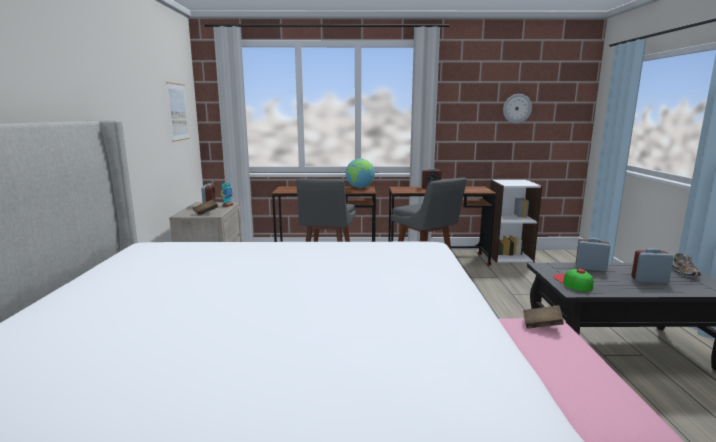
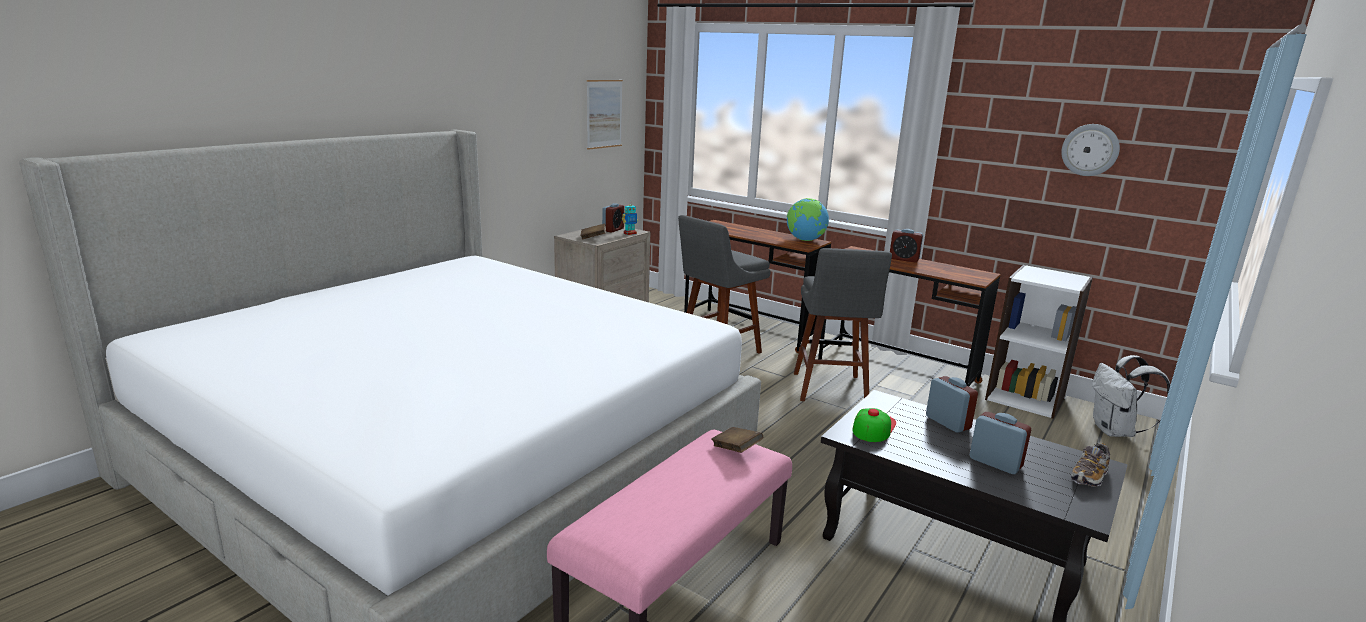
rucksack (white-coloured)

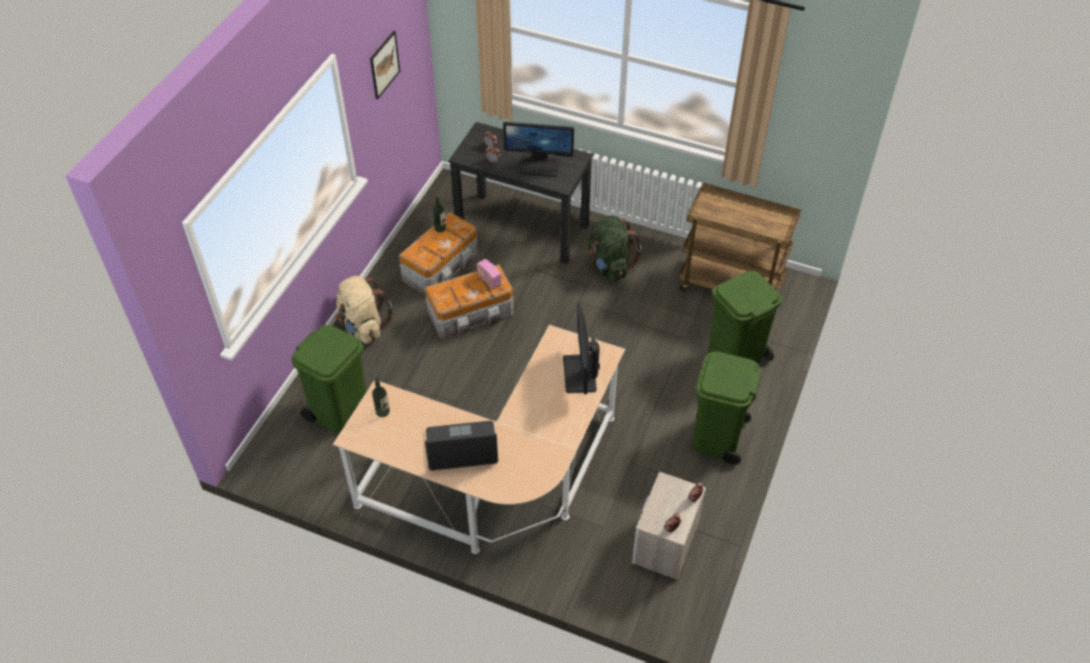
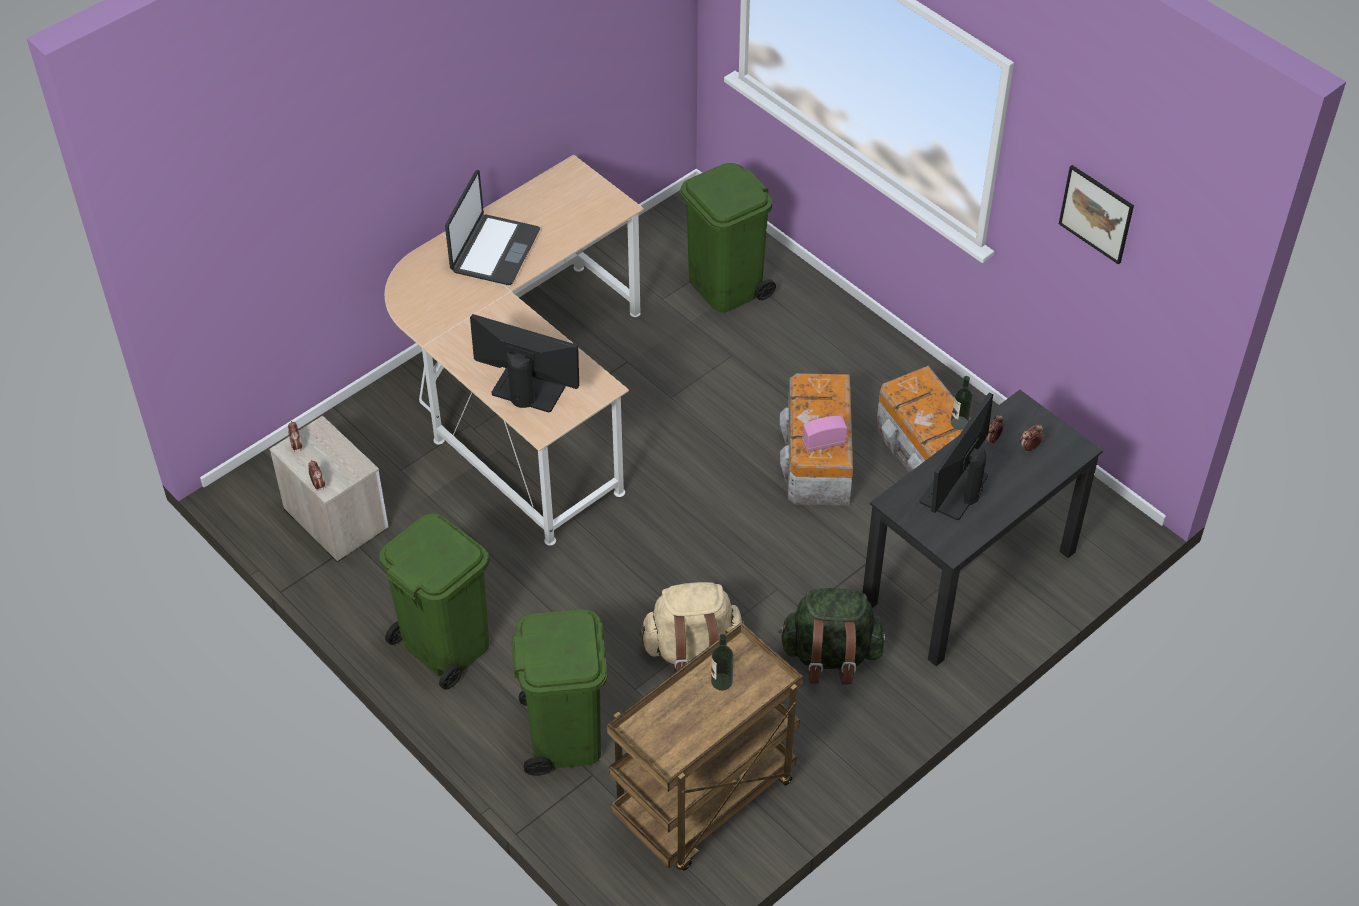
rucksack (sand-coloured); bottle (no. 1 from left)

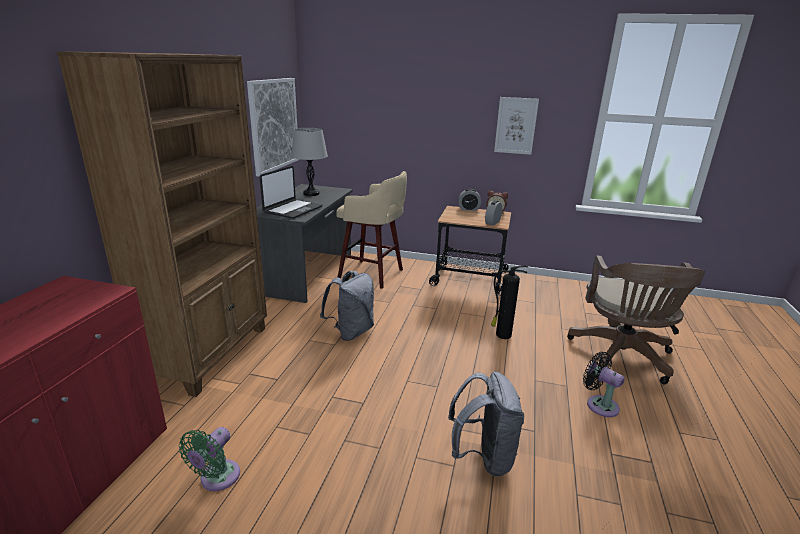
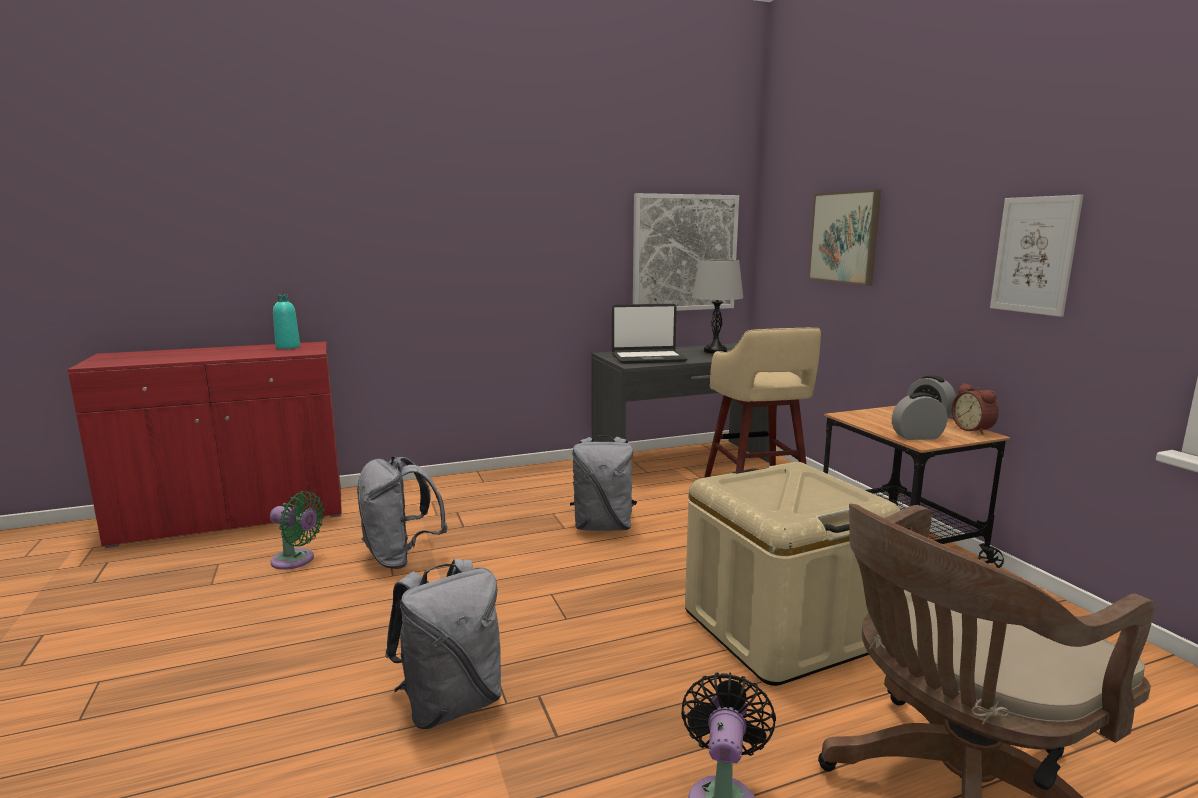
bookcase (brown); electric fan (greenish); storage bin (sand-coloured); bottle (blue-green); rucksack (gray) (no. 1 from left); wall art (no. 2 from left)

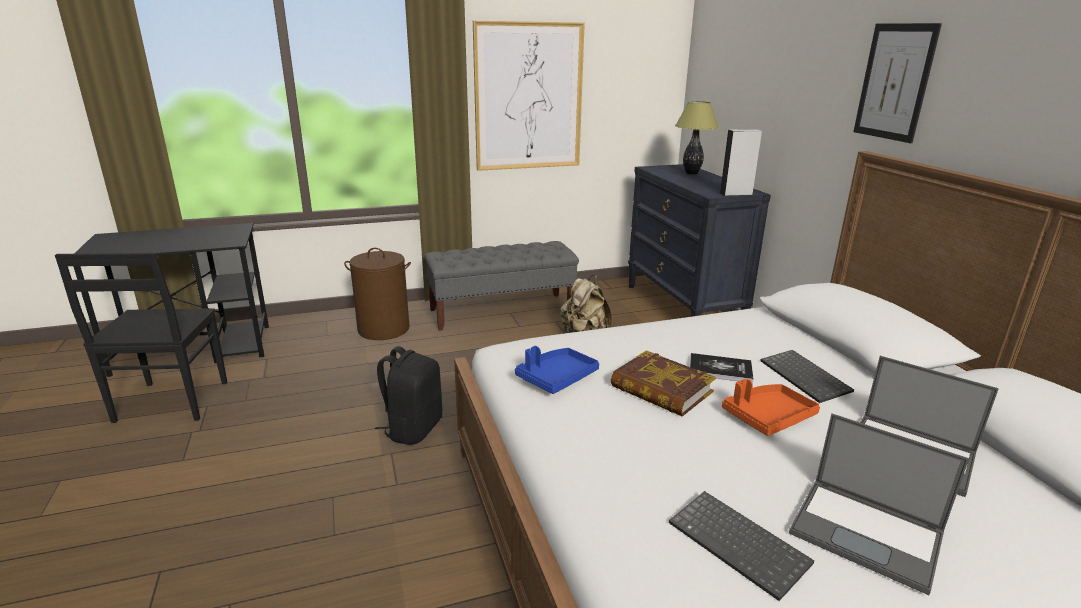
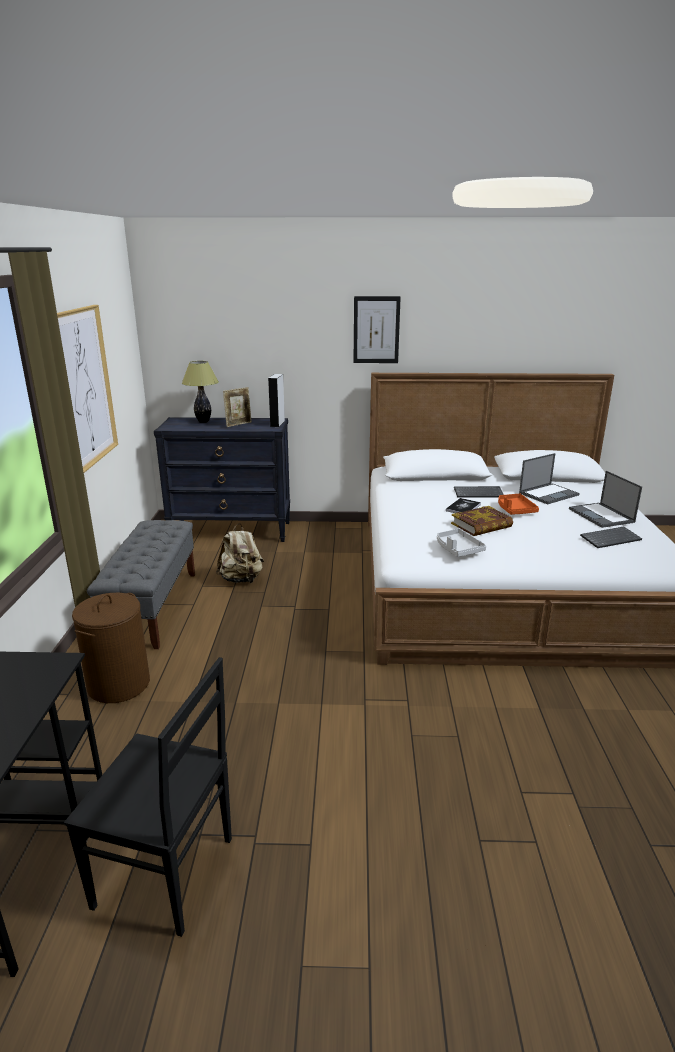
rucksack (blackish); tray (gray); portable computer (no. 2 from left); picture frame

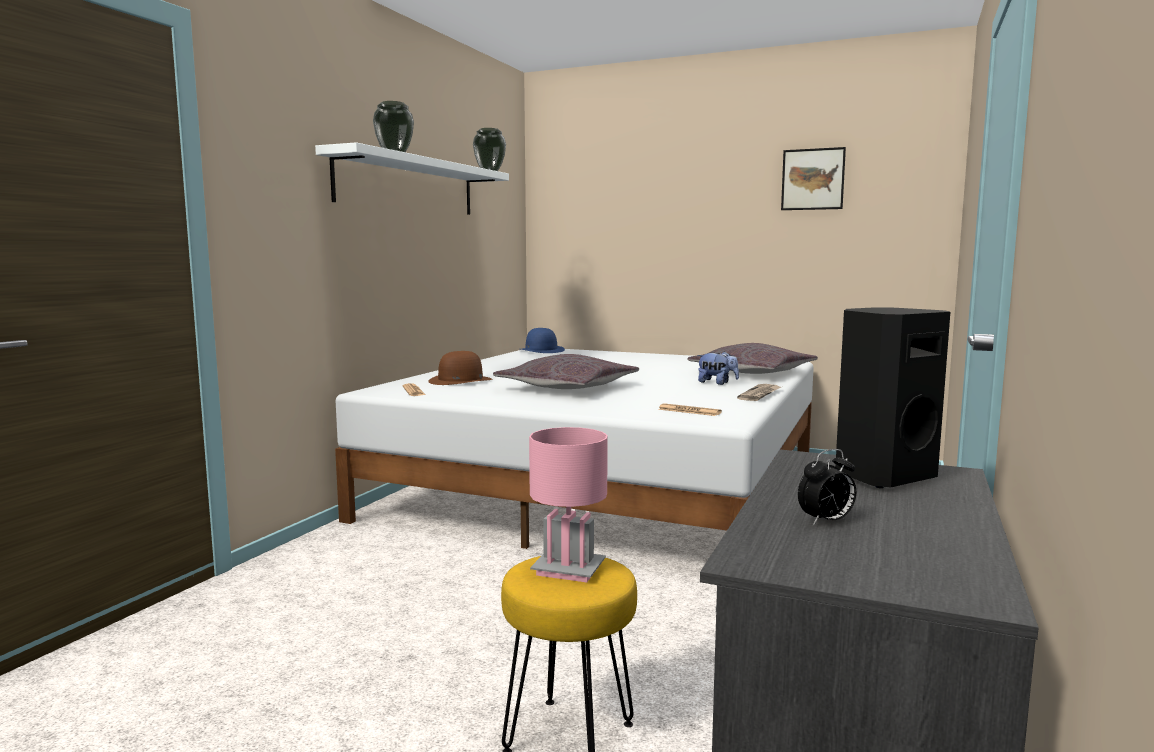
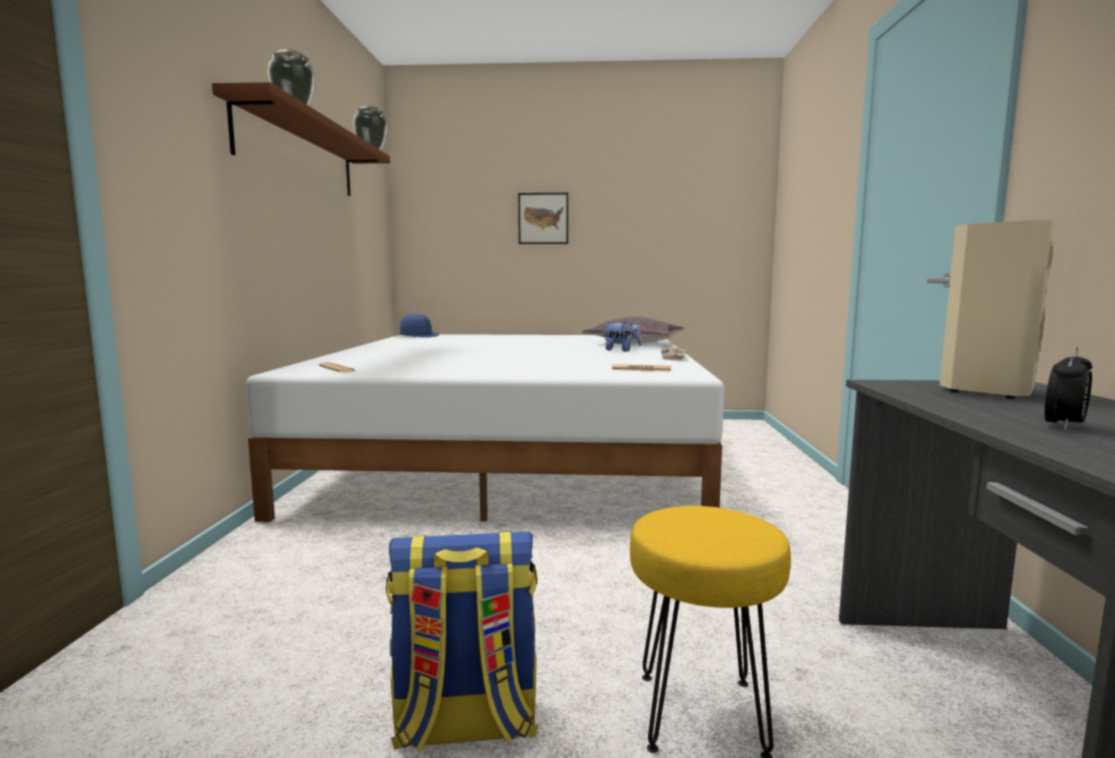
shelf (brown); hat (brown); throw pillow (gray) (no. 1 from left in the first image); lamp for a table (pink); wall art; loudspeaker (sand-coloured); rucksack

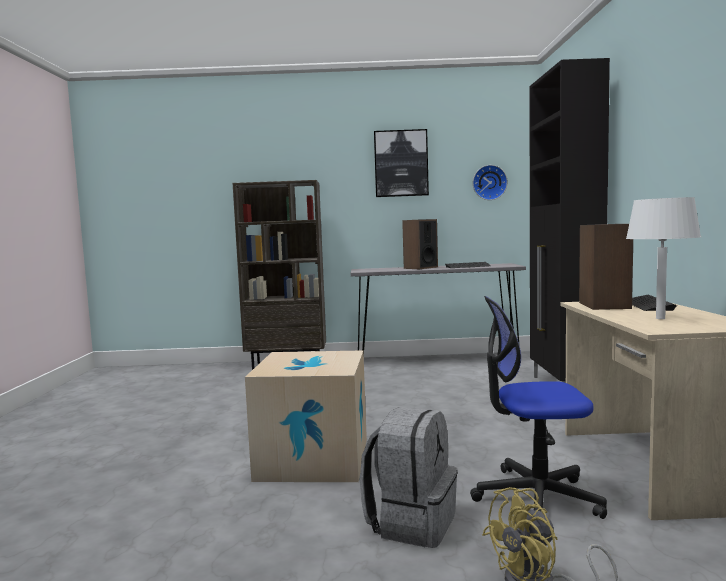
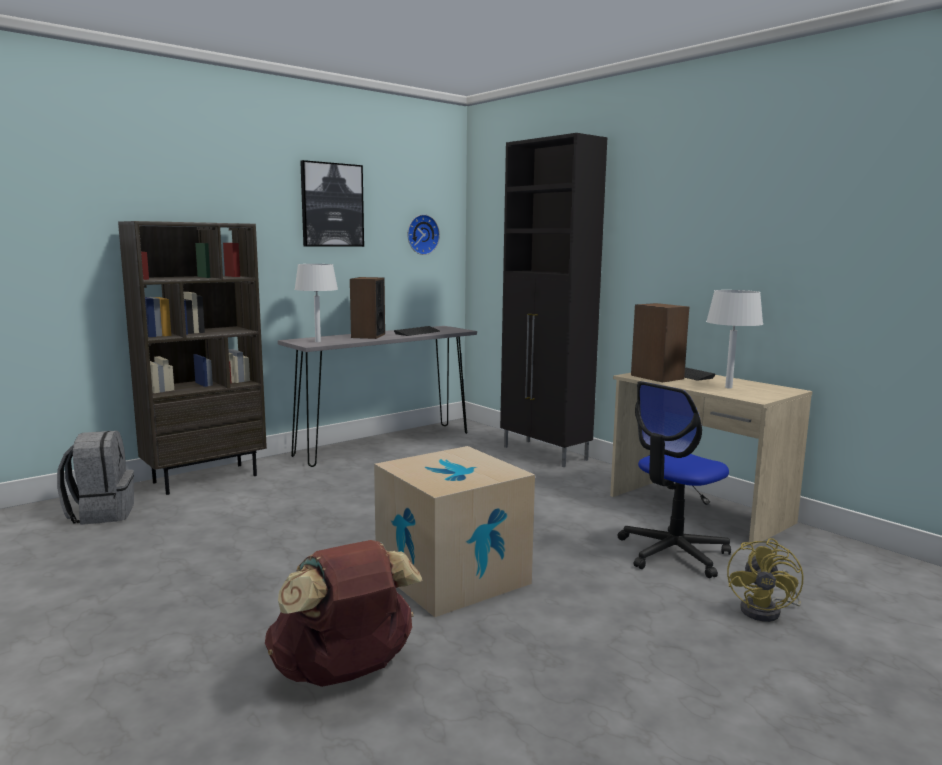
rucksack (gray); rucksack (brown); lamp for a table (white-coloured) (no. 1 from left)

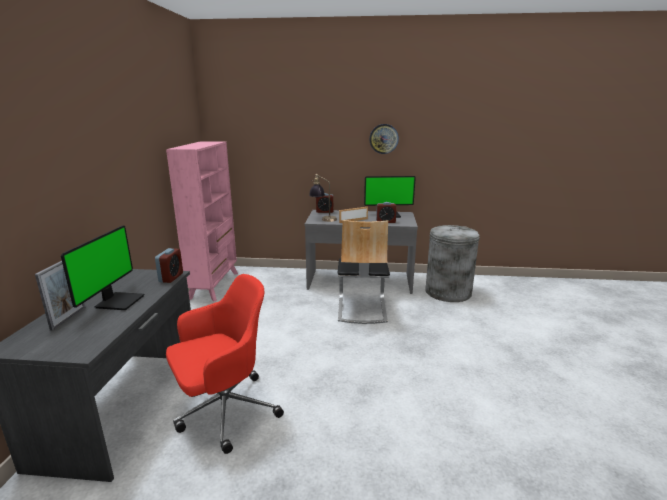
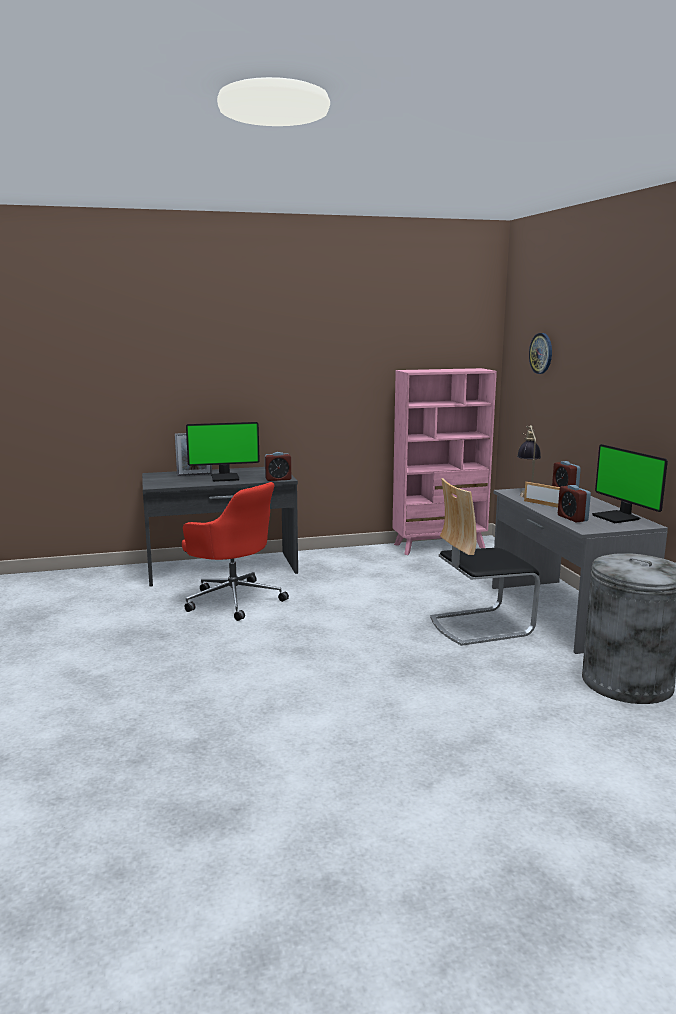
wall clock

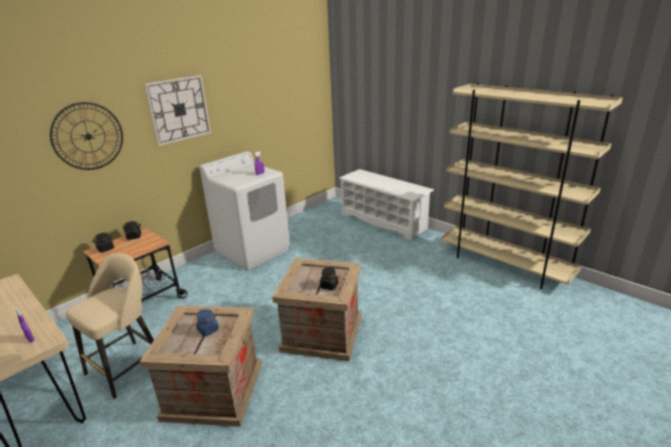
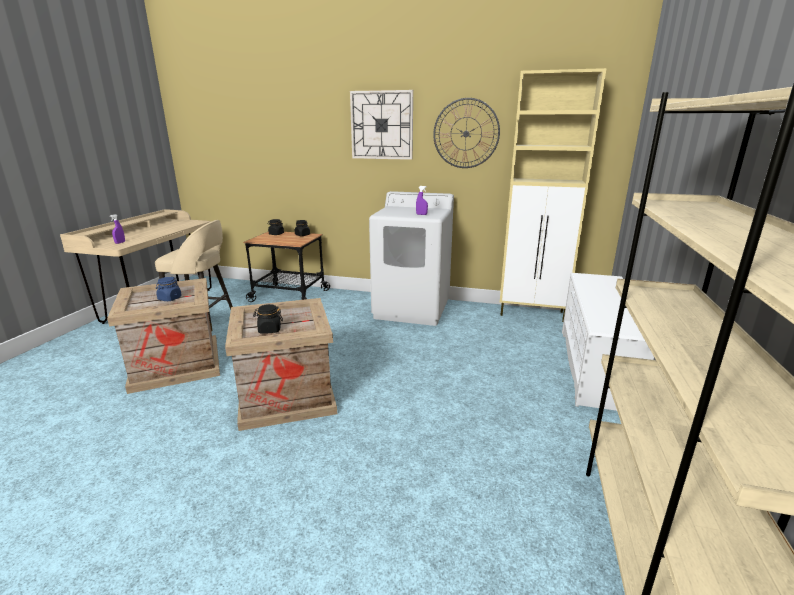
wall clock (no. 2 from left); cupboard (sand-coloured)

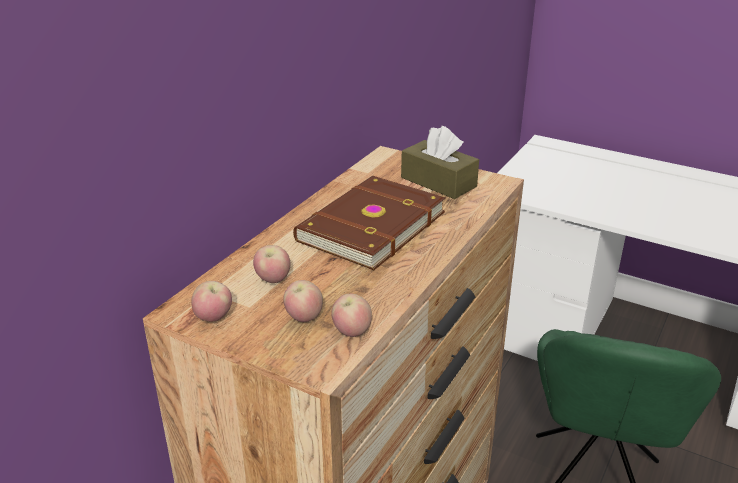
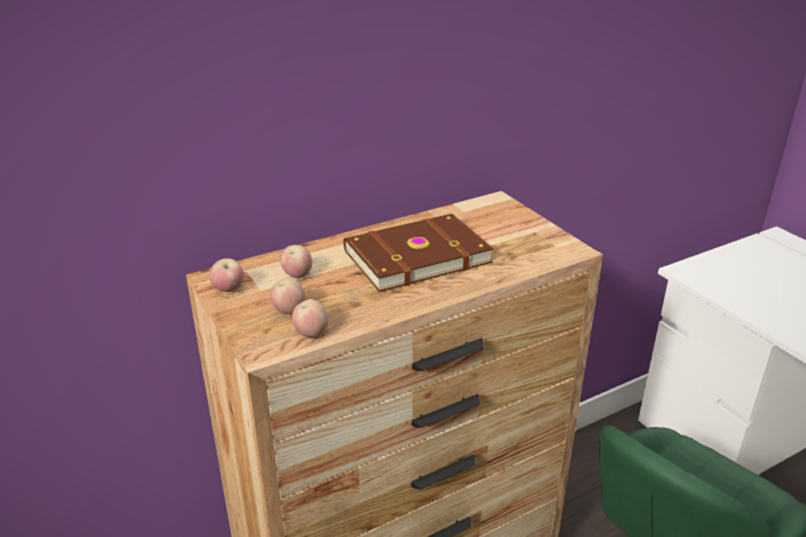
tissue holder (brown)

